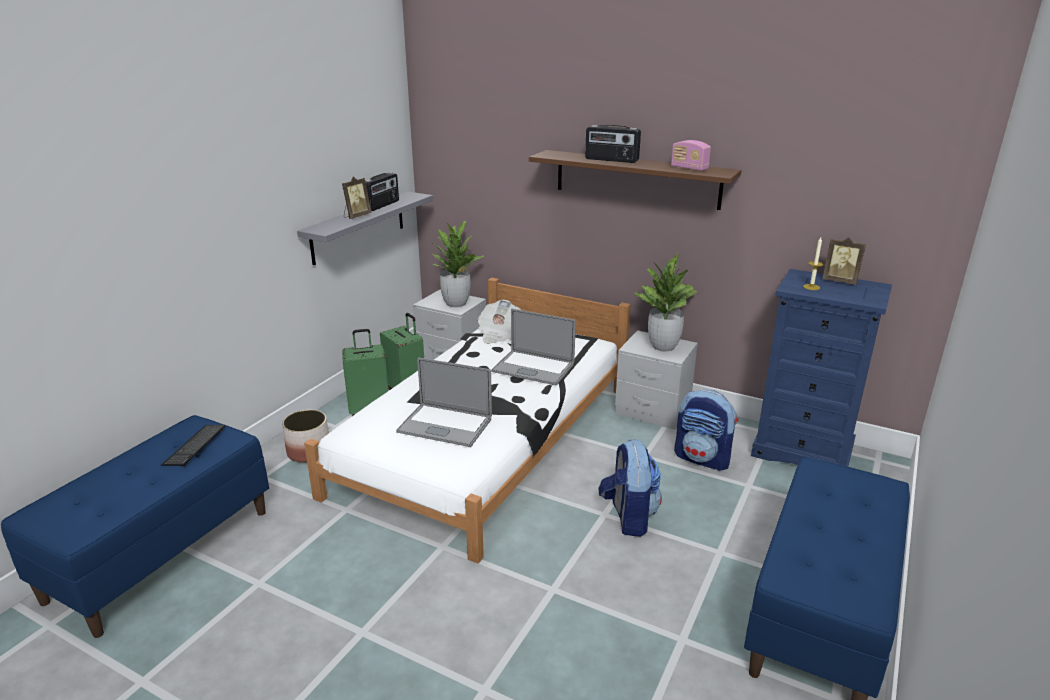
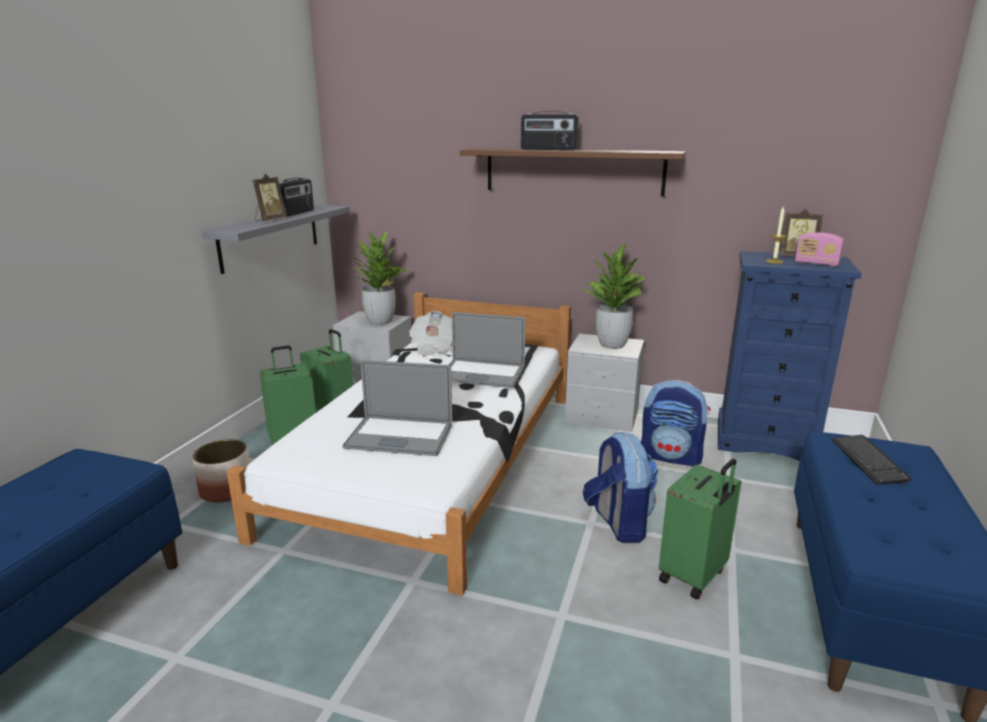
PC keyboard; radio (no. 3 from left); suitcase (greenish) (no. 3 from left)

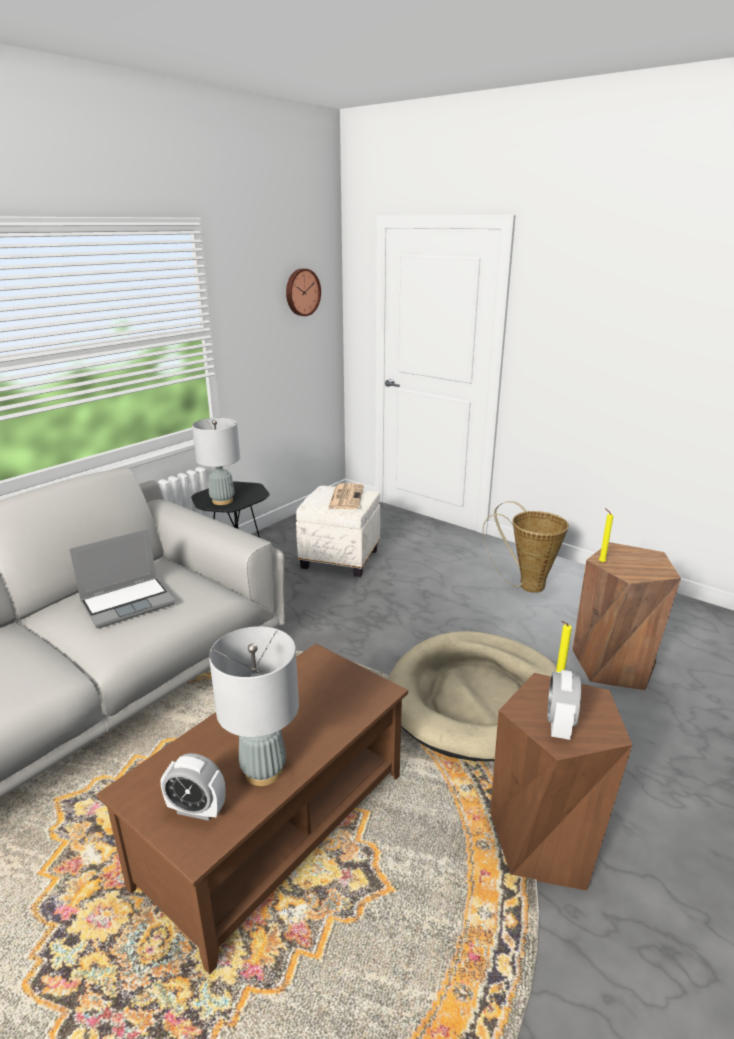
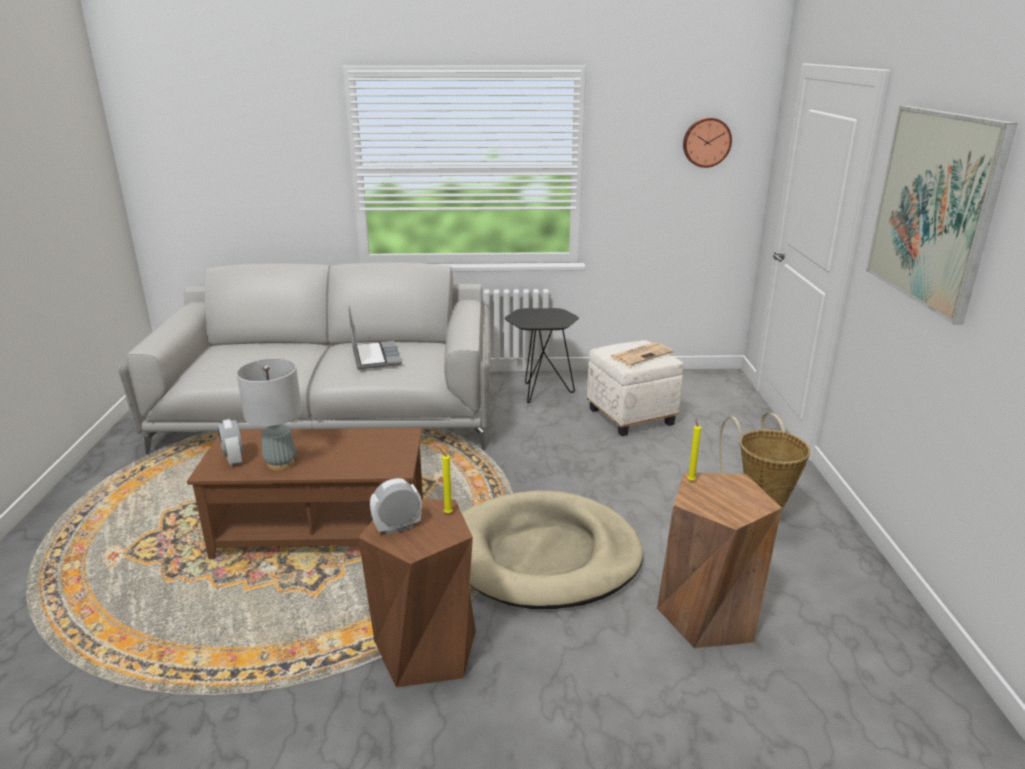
portable computer; lamp for a table (gray) (no. 1 from left in the first image); wall art

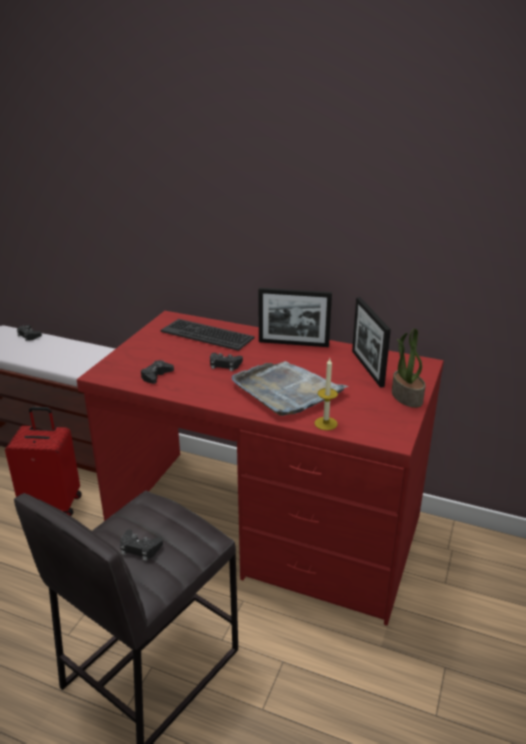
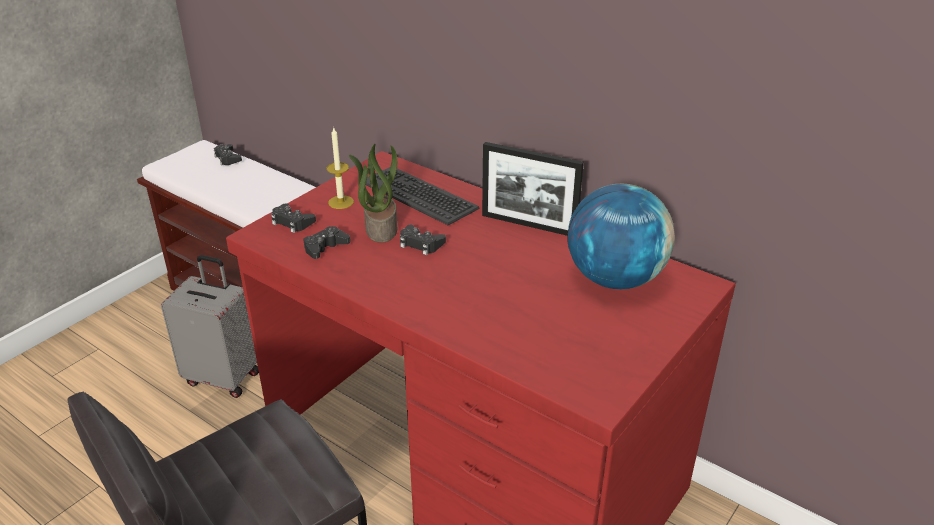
suitcase (gray); game controller (blackish) (no. 2 from left); tray (gray); candle; desk globe; houseplant

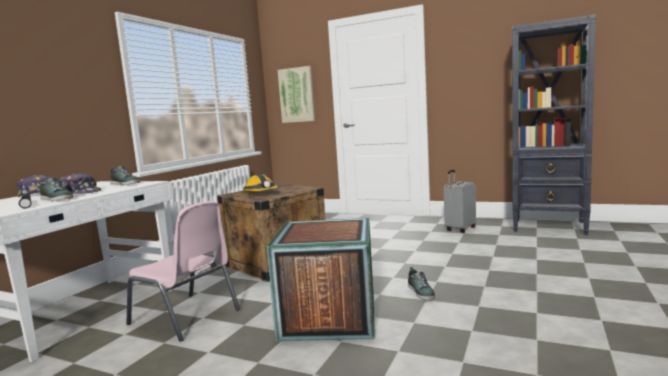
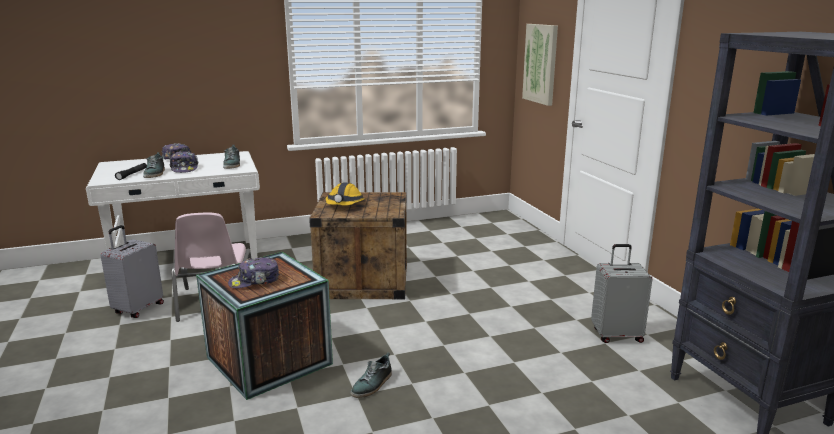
suitcase (gray) (no. 1 from left); baseball cap (no. 3 from left)

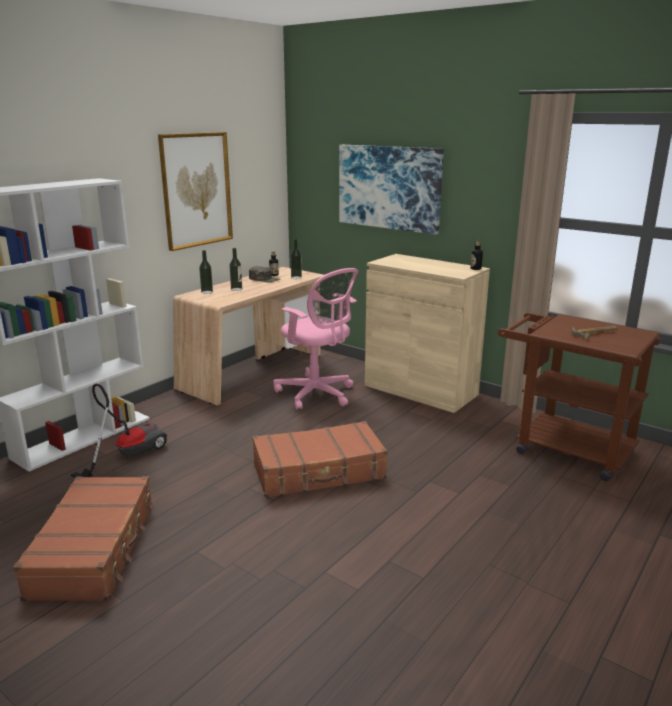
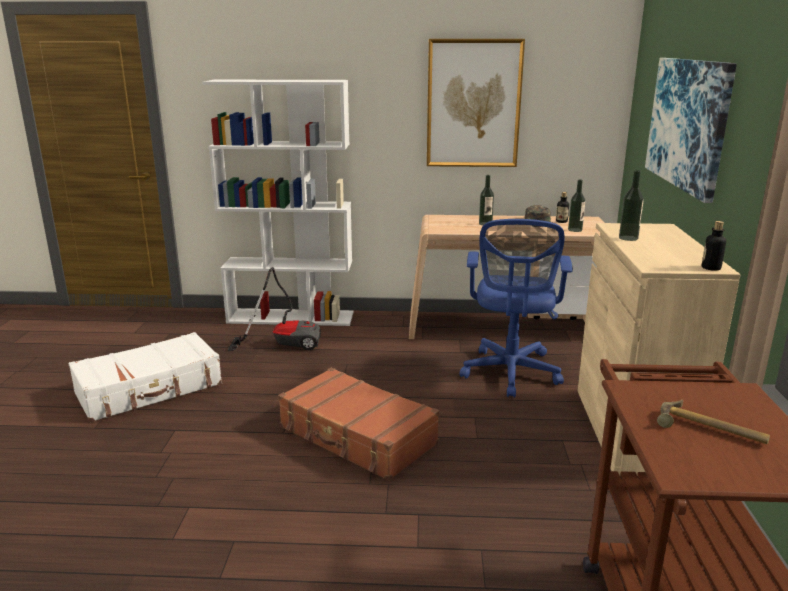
suitcase (white-coloured); bottle (no. 4 from left); office chair (blue)

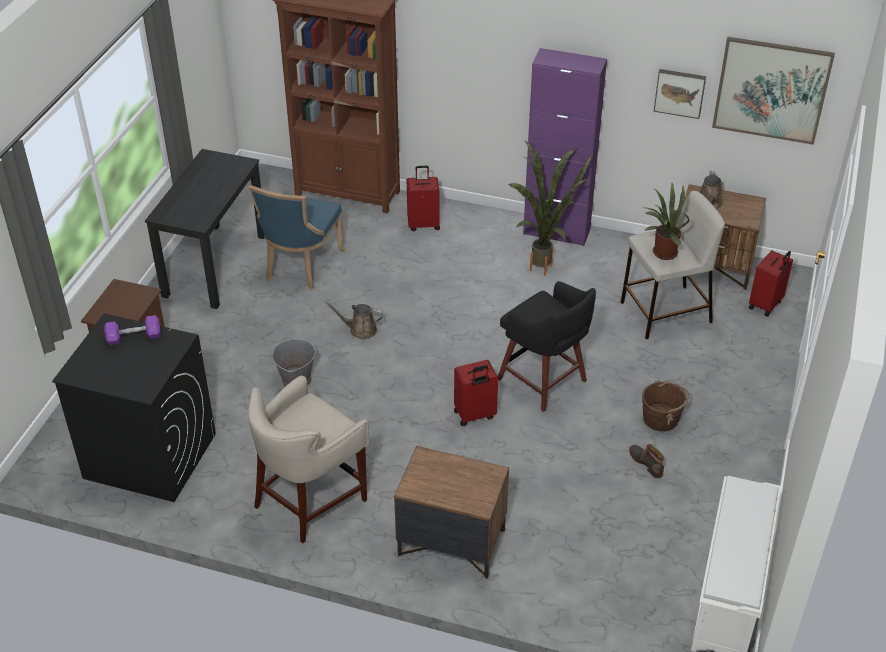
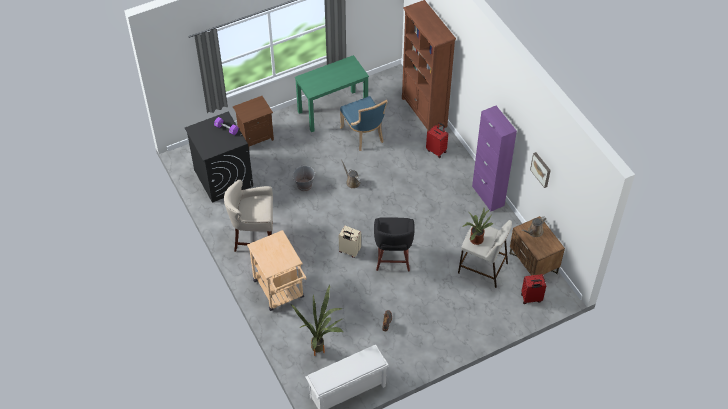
desk table (greenish); chair (blue); trolley (sand-coloured); suitcase (sand-coloured); houseplant (no. 1 from left); bucket (brown); wall art (no. 2 from left in the first image)

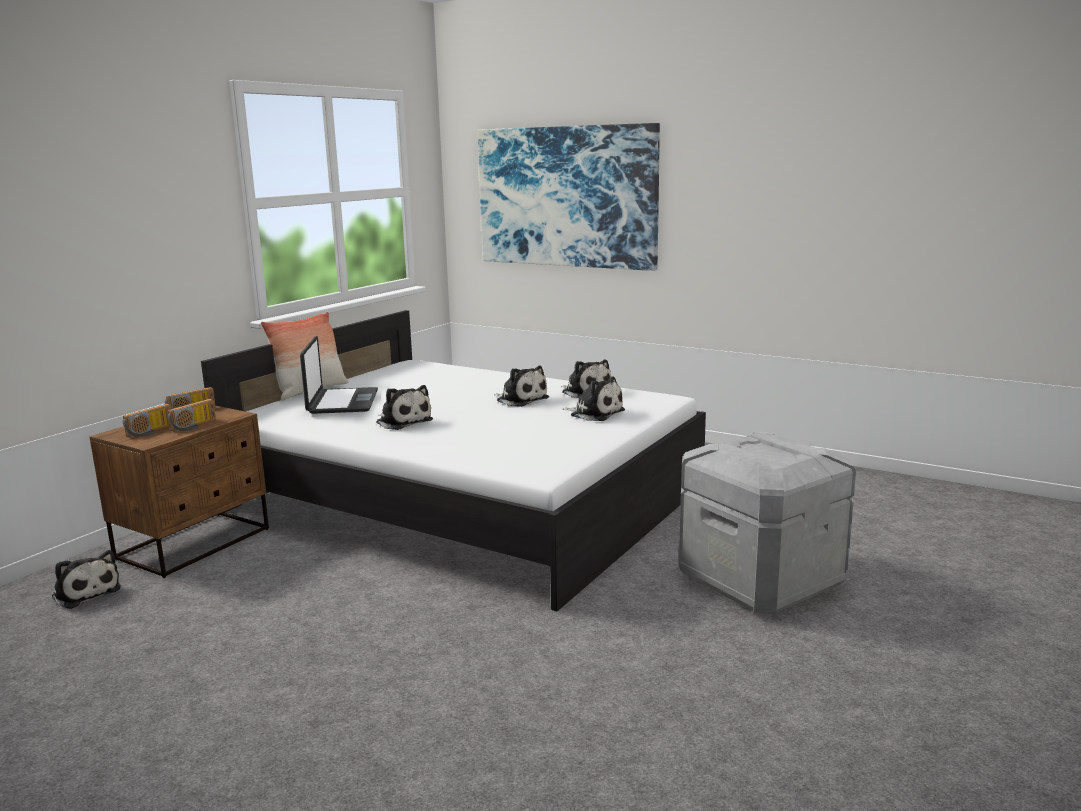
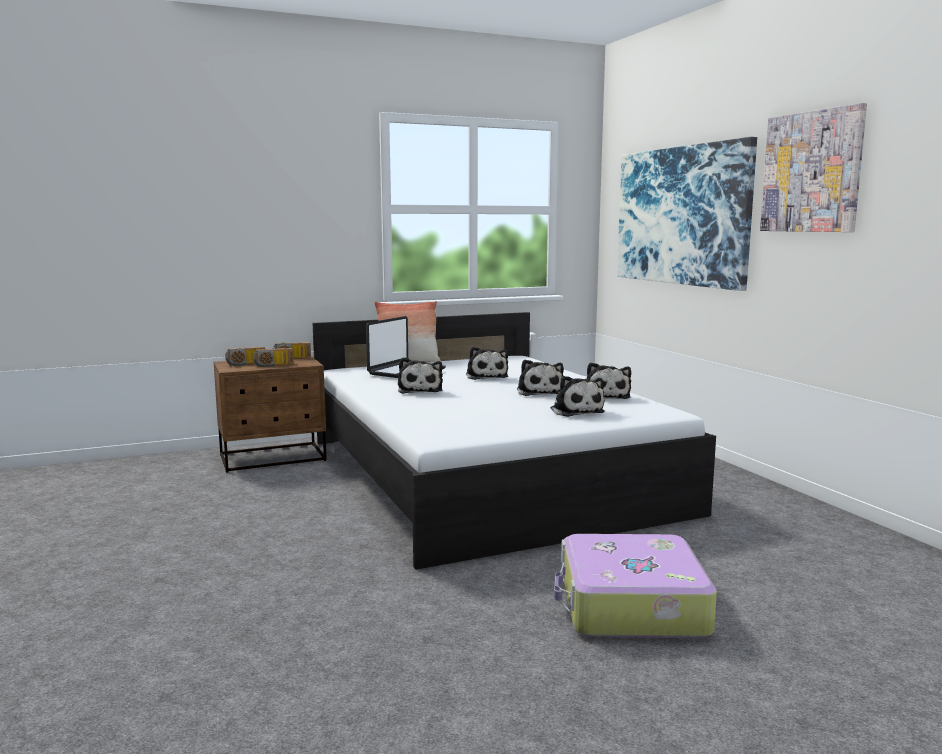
plush toy (no. 2 from left); suitcase; wall art (no. 2 from left)

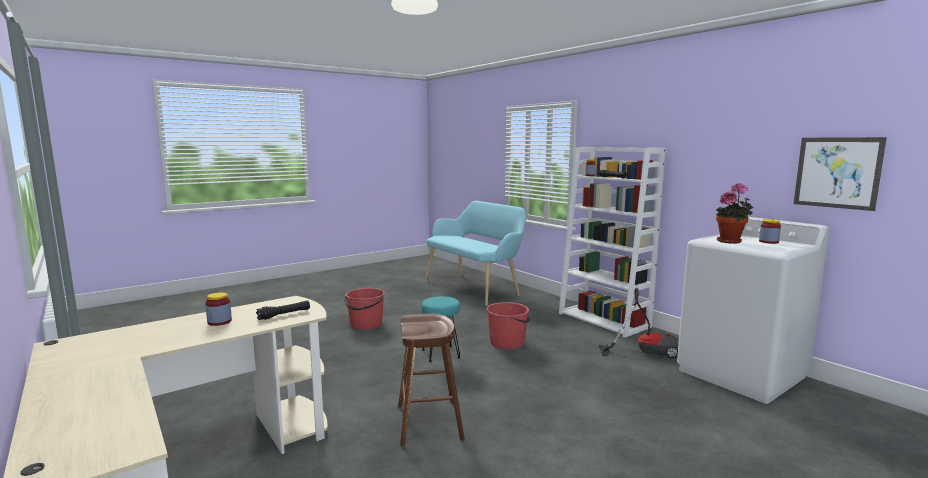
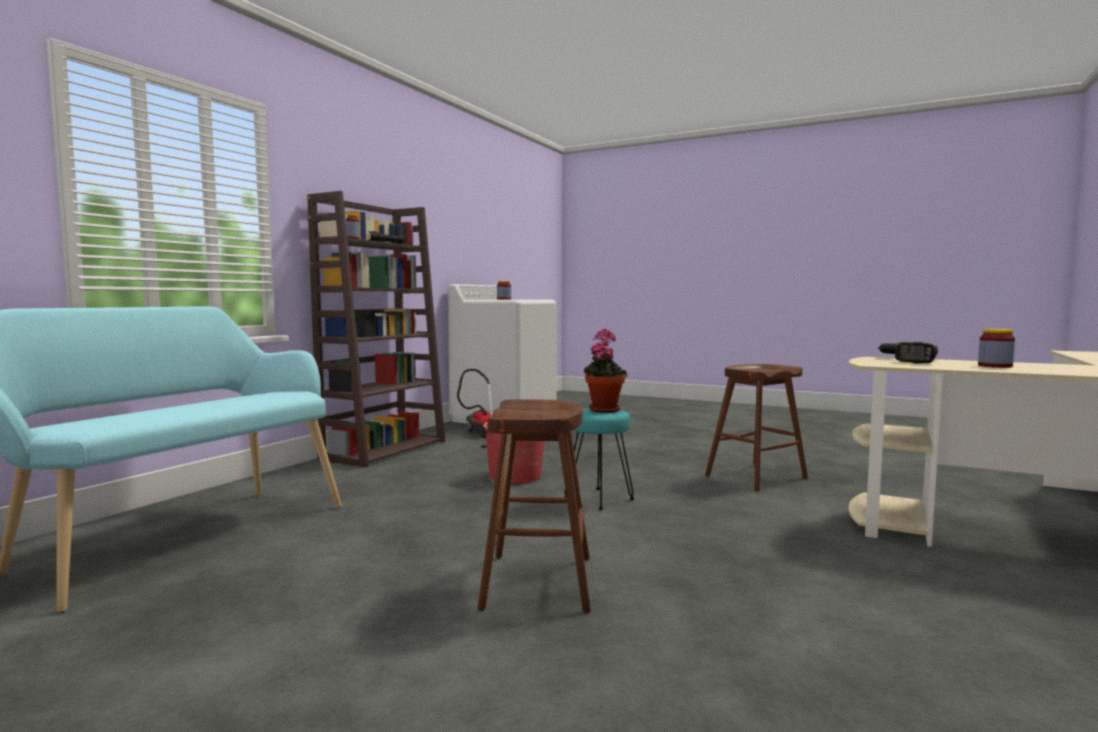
electric drill; stool seat (brown) (no. 1 from left); bookcase (brown); houseplant; wall art

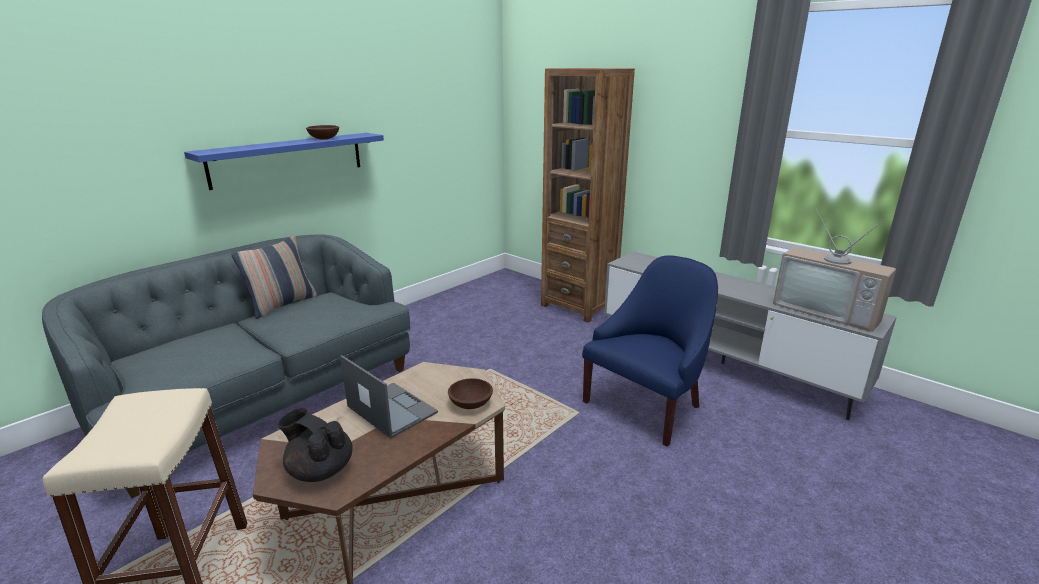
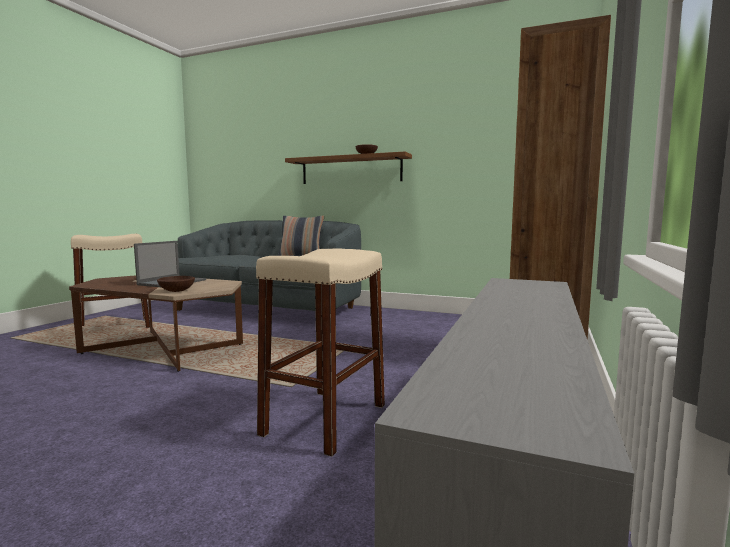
shelf (brown); pot for tea (blackish); stool seat (sand-coloured) (no. 2 from left); TV set

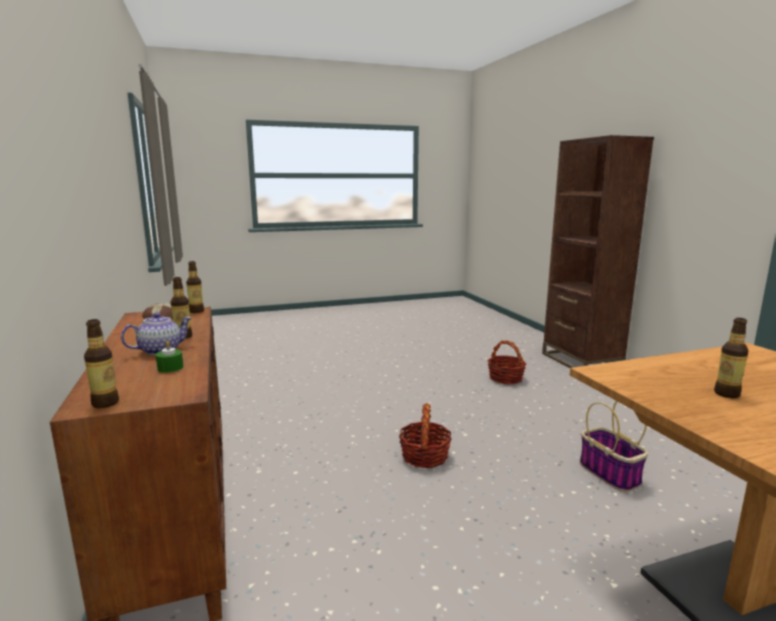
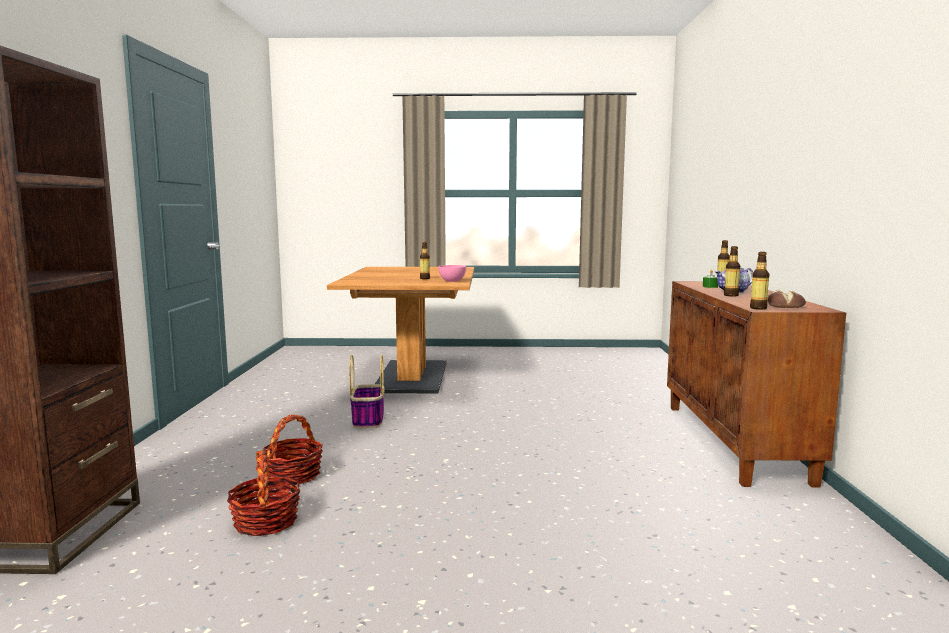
storage basket (no. 2 from left); deep dish (pink)

